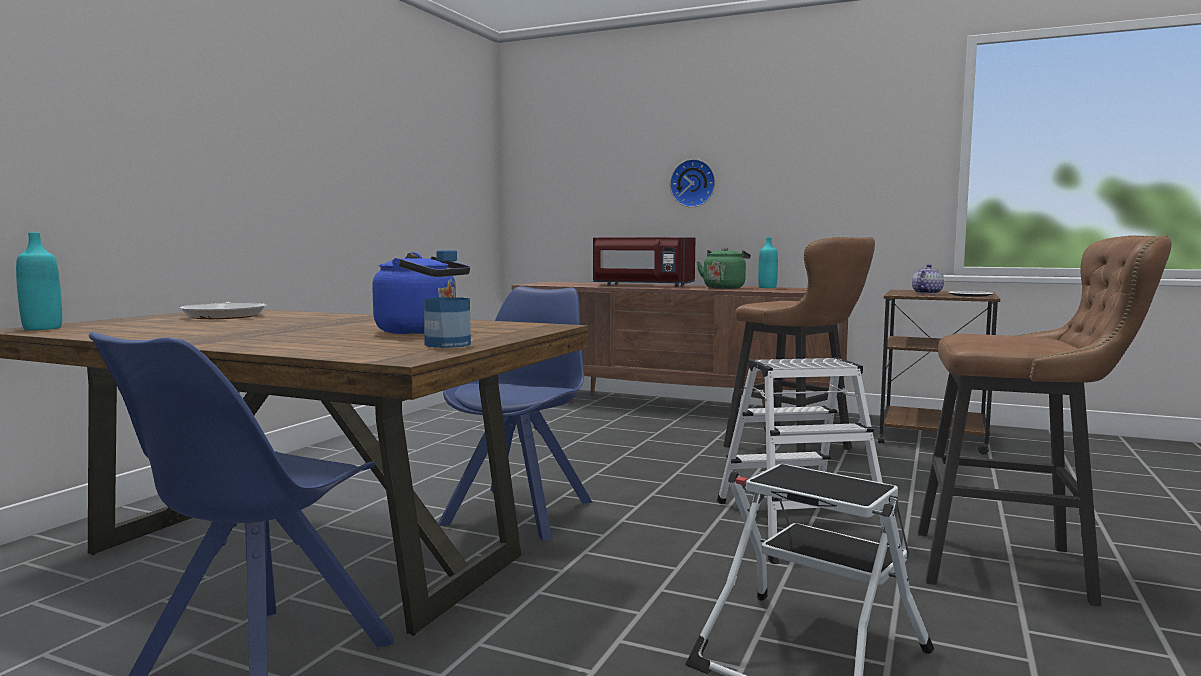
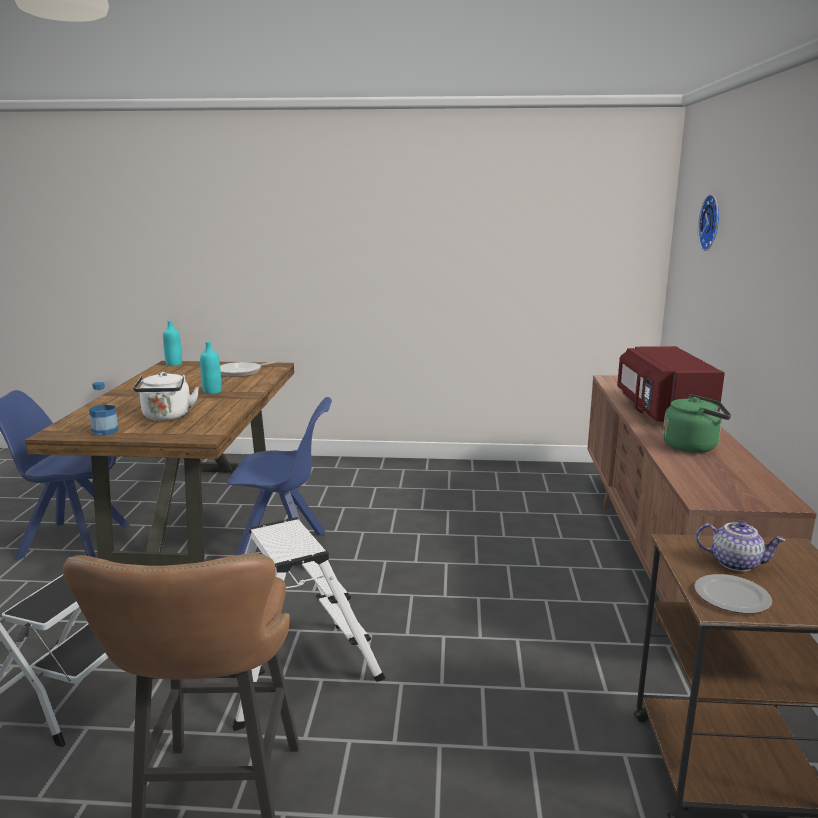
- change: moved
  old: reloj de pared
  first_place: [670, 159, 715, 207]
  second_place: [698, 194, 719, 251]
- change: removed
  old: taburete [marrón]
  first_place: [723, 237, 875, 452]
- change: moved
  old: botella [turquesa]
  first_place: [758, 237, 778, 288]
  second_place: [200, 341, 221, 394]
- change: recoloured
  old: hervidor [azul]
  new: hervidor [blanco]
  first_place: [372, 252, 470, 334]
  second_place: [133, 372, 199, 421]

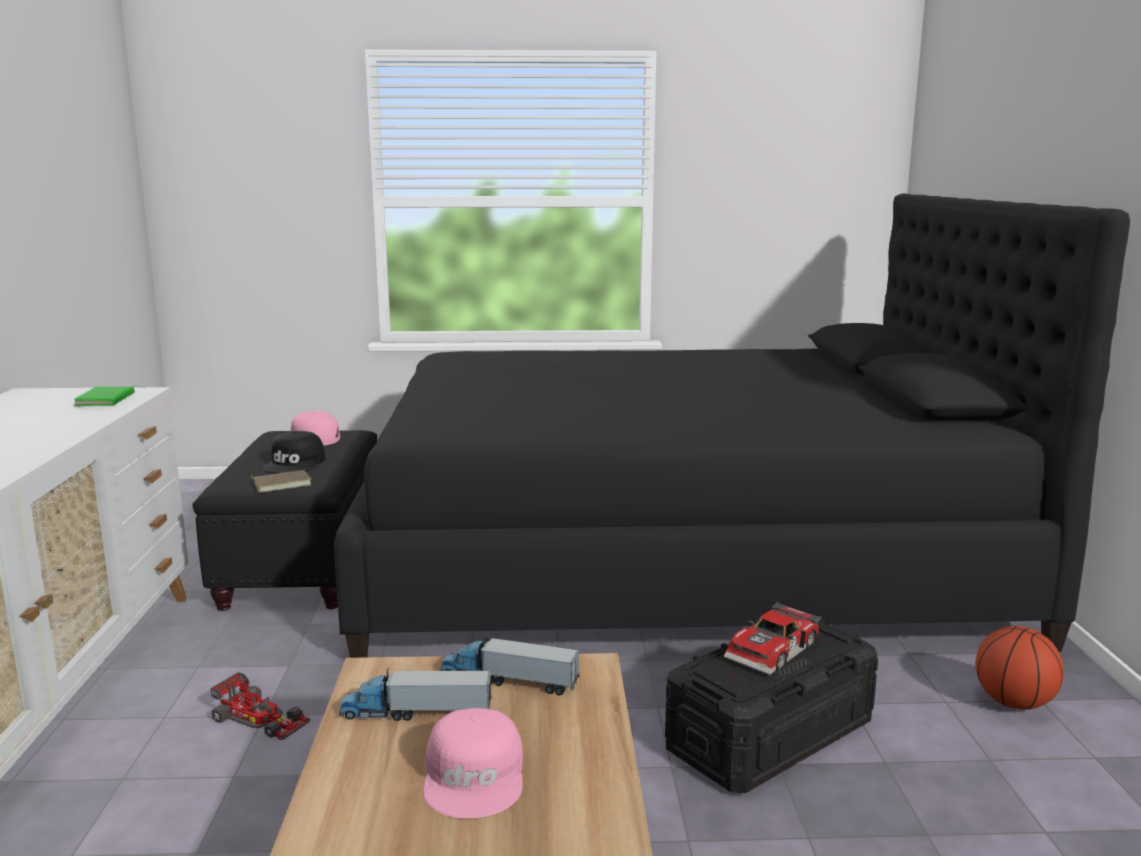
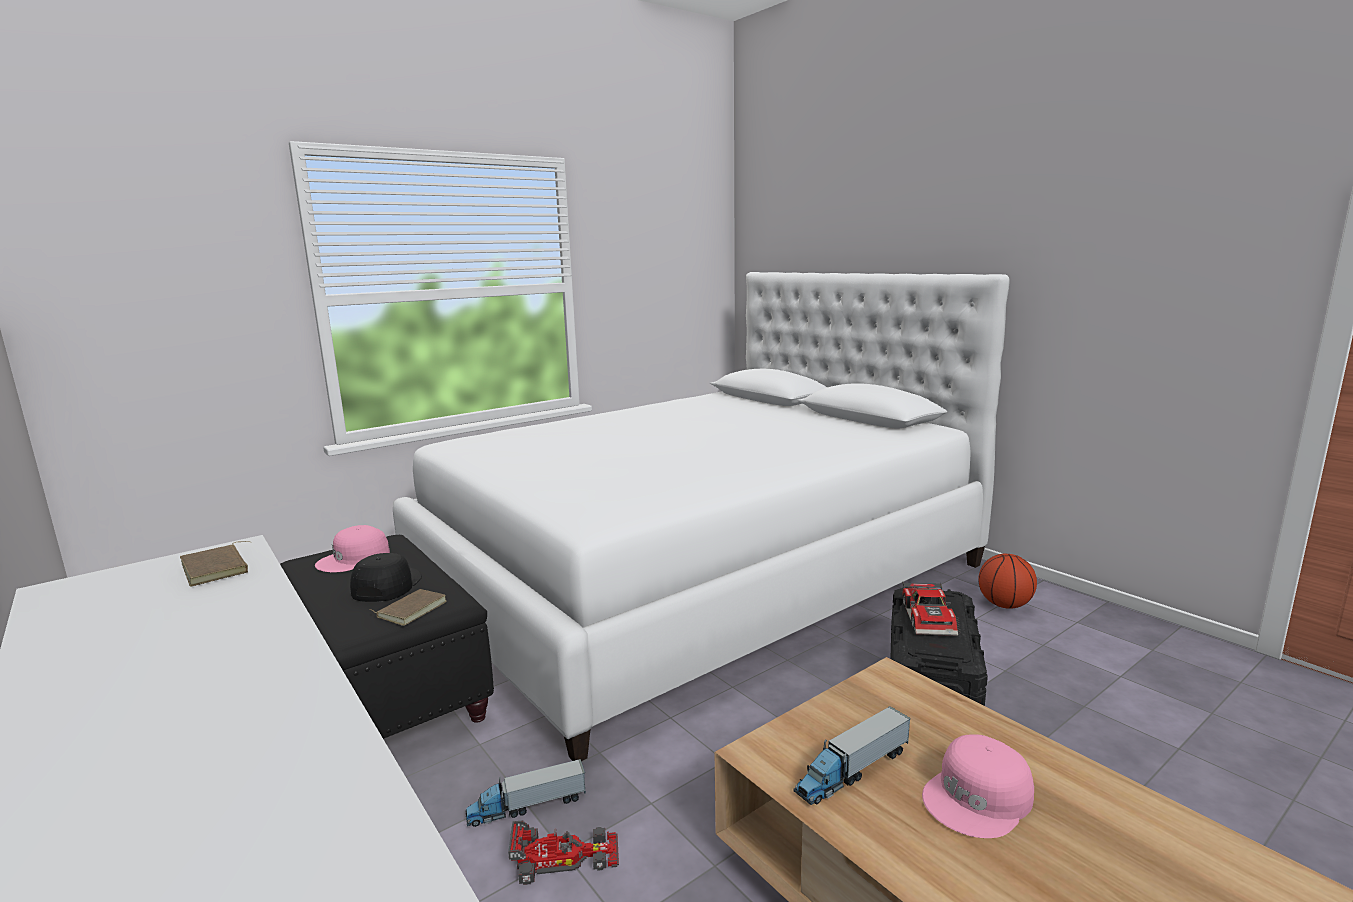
- change: recoloured
  old: cama [negro]
  new: cama [blanco]
  first_place: [334, 193, 1130, 658]
  second_place: [393, 272, 1010, 761]
- change: recoloured
  old: libro [verde]
  new: libro [marrón]
  first_place: [74, 385, 145, 406]
  second_place: [180, 541, 249, 587]
- change: turned
  old: gorra [negro]
  first_place: [262, 431, 325, 474]
  second_place: [350, 553, 422, 602]
  degrees: -150
- change: moved
  old: camión de juguete
  first_place: [439, 634, 580, 696]
  second_place: [465, 759, 586, 827]
- change: turned
  old: gorra [rosa]
  first_place: [423, 708, 523, 819]
  second_place: [922, 734, 1034, 838]
  degrees: 90

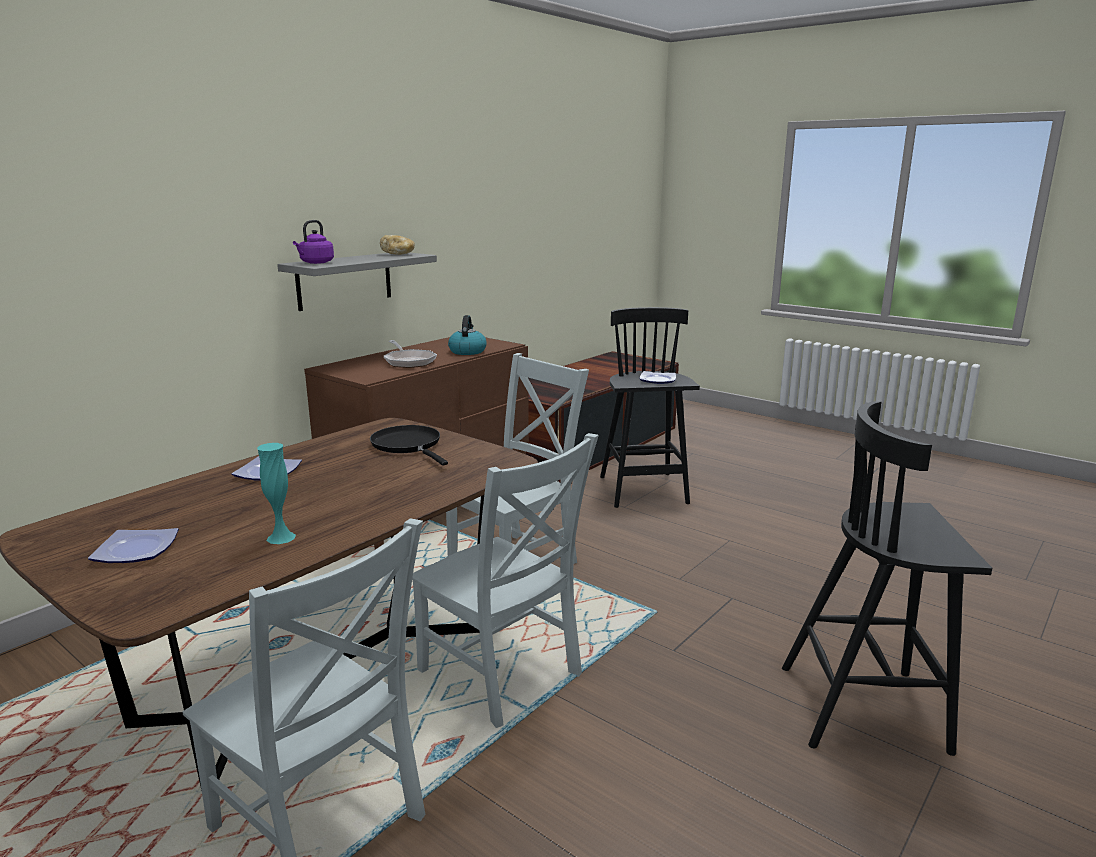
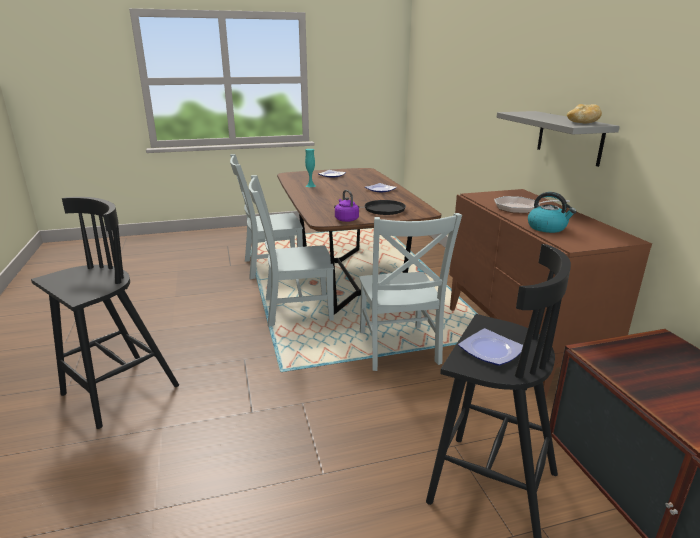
- change: moved
  old: hervidor [morado]
  first_place: [293, 220, 334, 264]
  second_place: [335, 190, 359, 222]

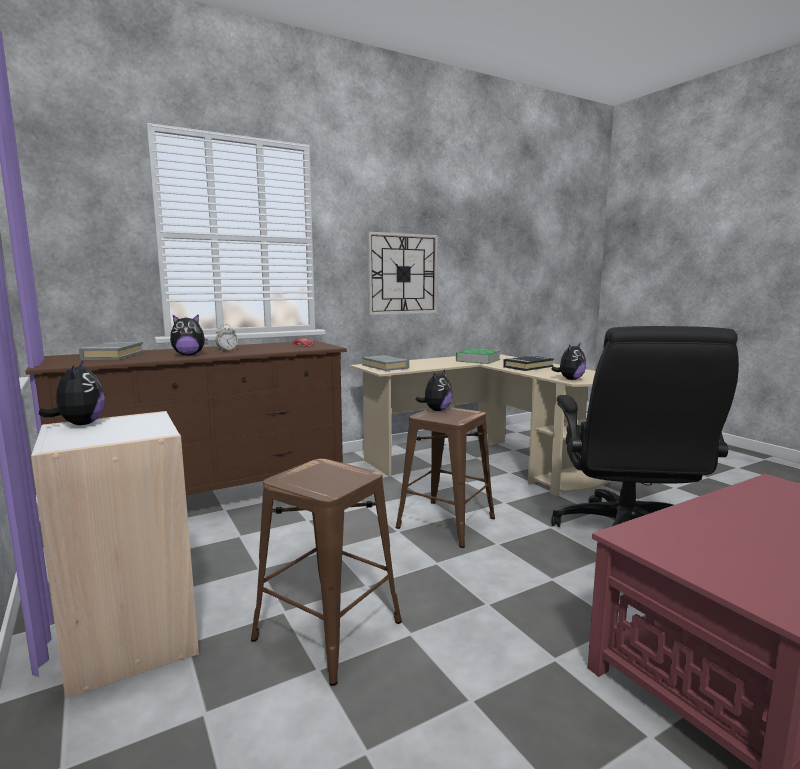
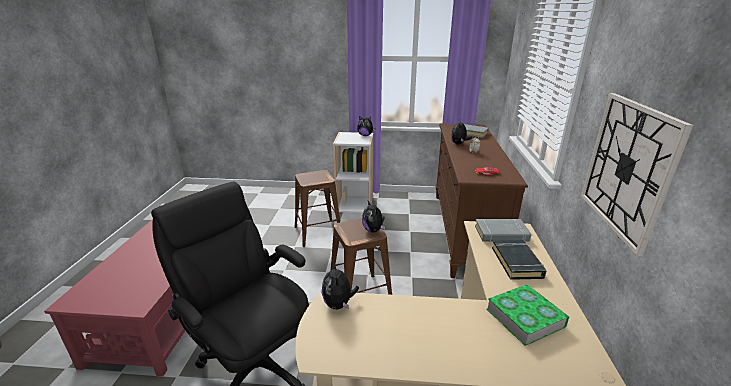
- change: moved
  old: libro [negro]
  first_place: [503, 356, 554, 371]
  second_place: [492, 240, 547, 280]

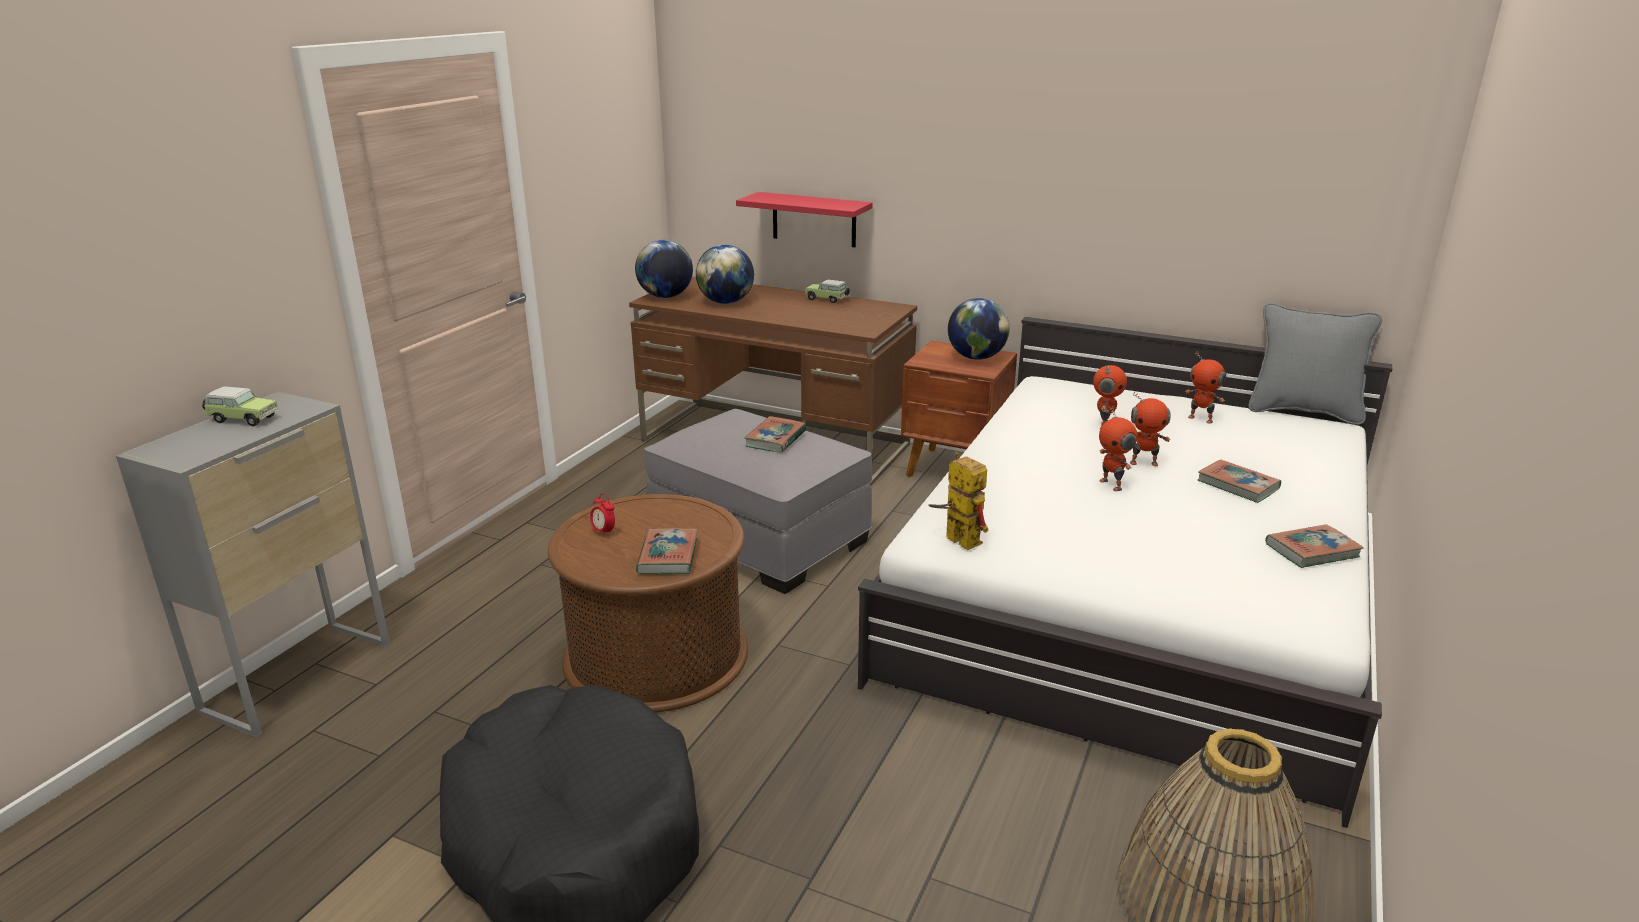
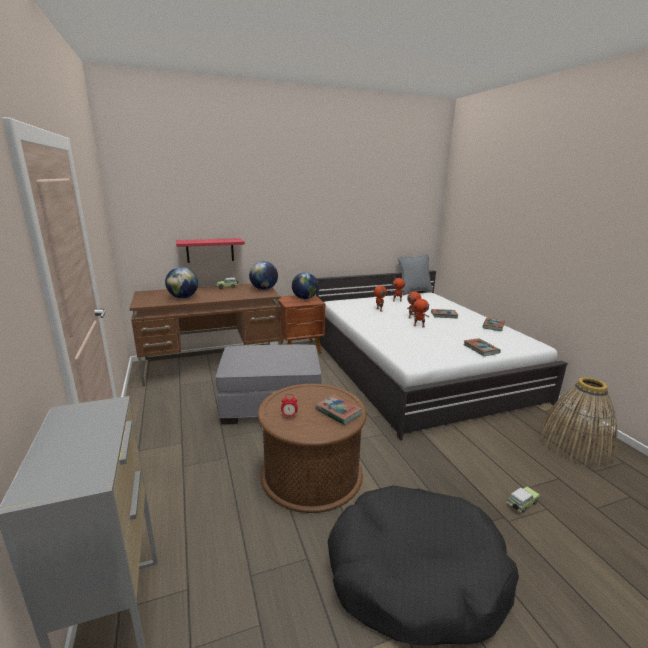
- change: moved
  old: globo terráqueo
  first_place: [635, 240, 693, 298]
  second_place: [249, 261, 278, 290]
- change: moved
  old: coche de juguete
  first_place: [202, 386, 278, 426]
  second_place: [507, 486, 540, 513]
- change: moved
  old: libro
  first_place: [745, 416, 807, 452]
  second_place: [463, 338, 501, 356]
- change: removed
  old: robot de juguete
  first_place: [928, 452, 989, 550]

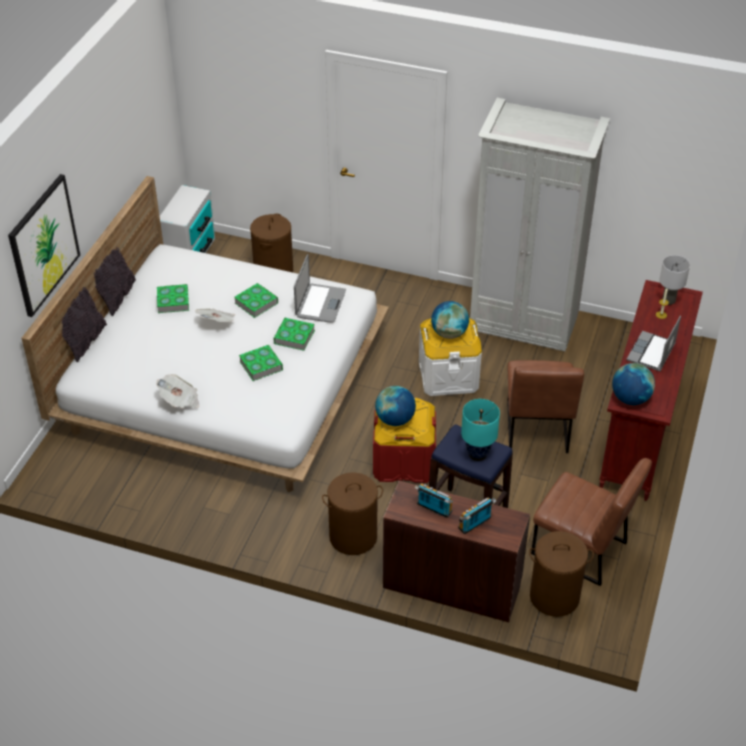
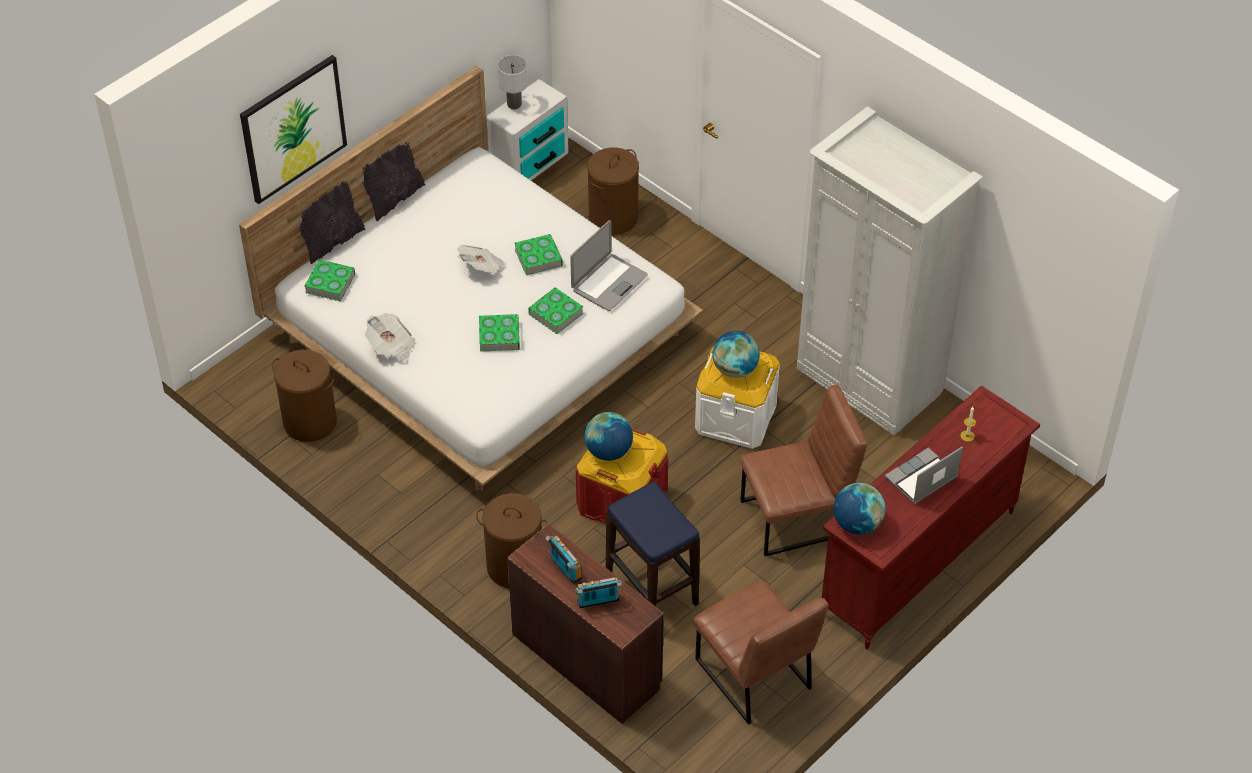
- change: moved
  old: lámpara de mesa [blanco]
  first_place: [659, 255, 690, 305]
  second_place: [498, 55, 528, 110]
- change: moved
  old: libro
  first_place: [157, 284, 189, 313]
  second_place: [304, 259, 355, 301]
- change: turned
  old: silla [marrón]
  first_place: [507, 360, 584, 453]
  second_place: [740, 384, 867, 556]
  degrees: -135
- change: removed
  old: lámpara de mesa [turquesa]
  first_place: [461, 399, 500, 461]
- change: moved
  old: cesto de la ropa [marrón]
  first_place: [529, 531, 594, 617]
  second_place: [272, 350, 337, 442]

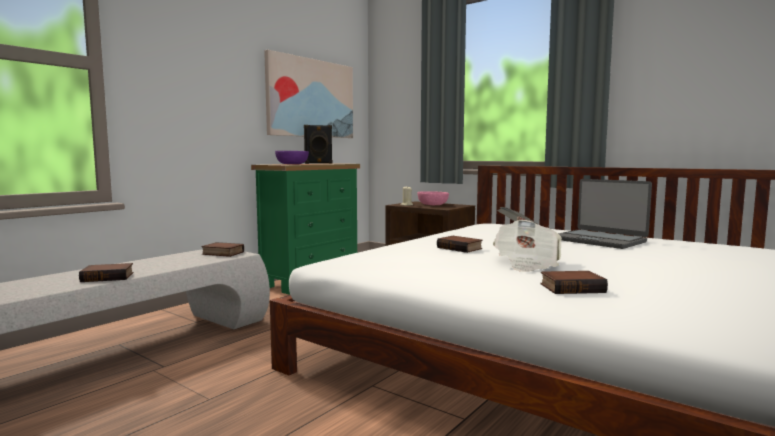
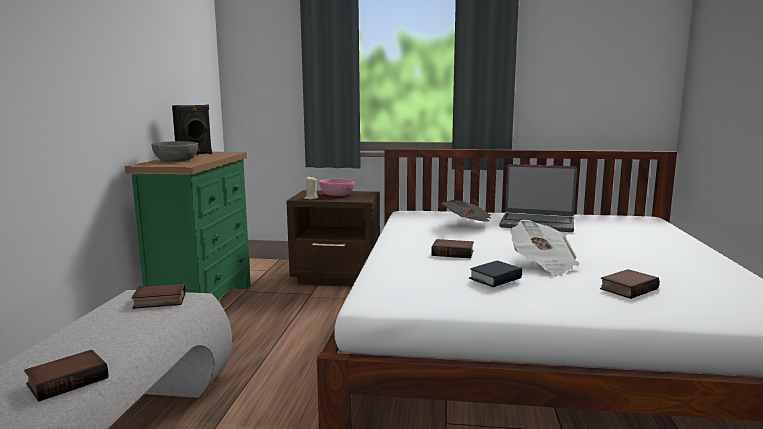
- change: removed
  old: cuadro
  first_place: [264, 50, 353, 138]
- change: recoloured
  old: cuenco [morado]
  new: cuenco [gris]
  first_place: [275, 151, 309, 164]
  second_place: [152, 141, 198, 162]
- change: added
  new: libro
  second_place: [469, 260, 522, 287]

